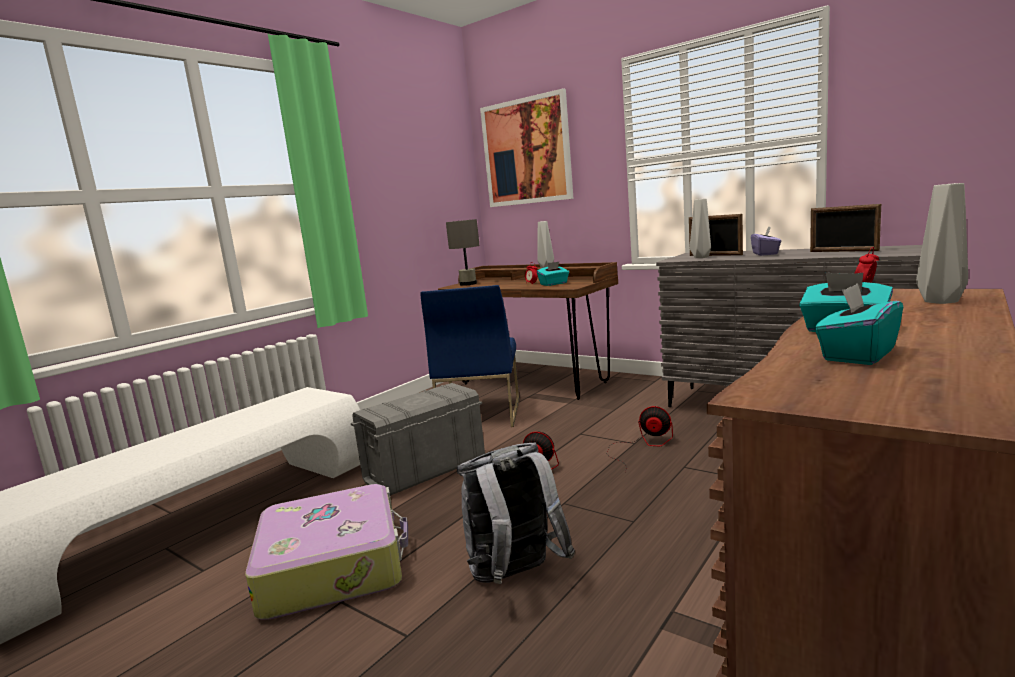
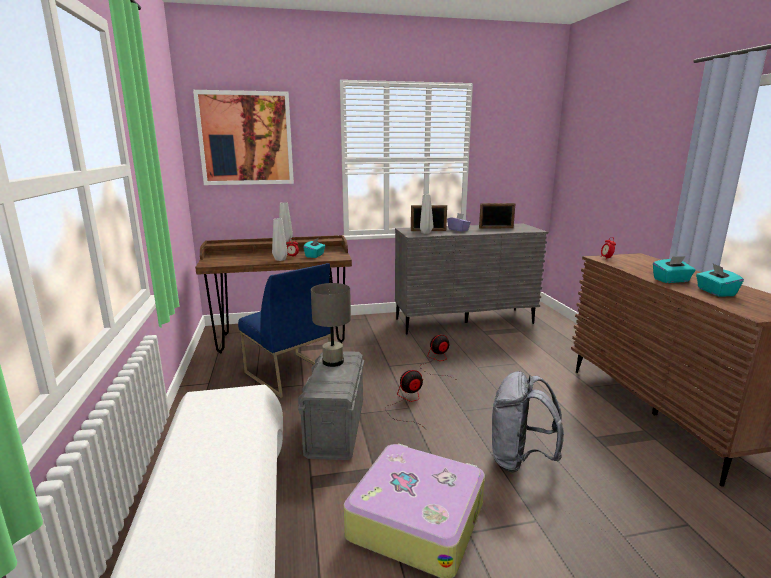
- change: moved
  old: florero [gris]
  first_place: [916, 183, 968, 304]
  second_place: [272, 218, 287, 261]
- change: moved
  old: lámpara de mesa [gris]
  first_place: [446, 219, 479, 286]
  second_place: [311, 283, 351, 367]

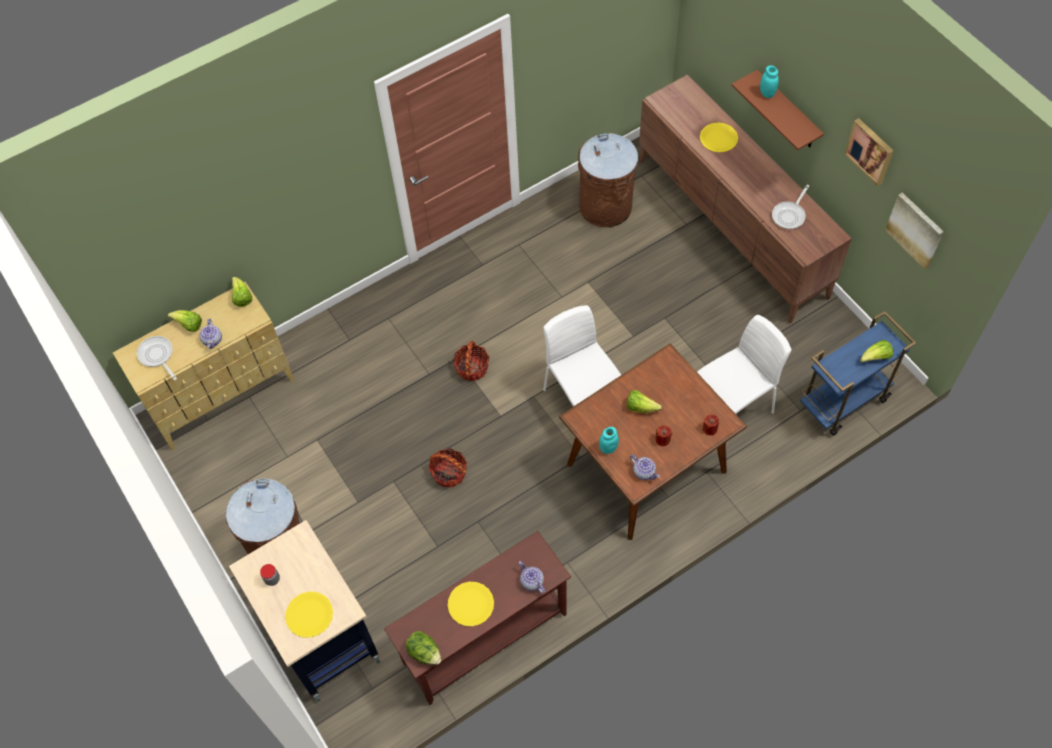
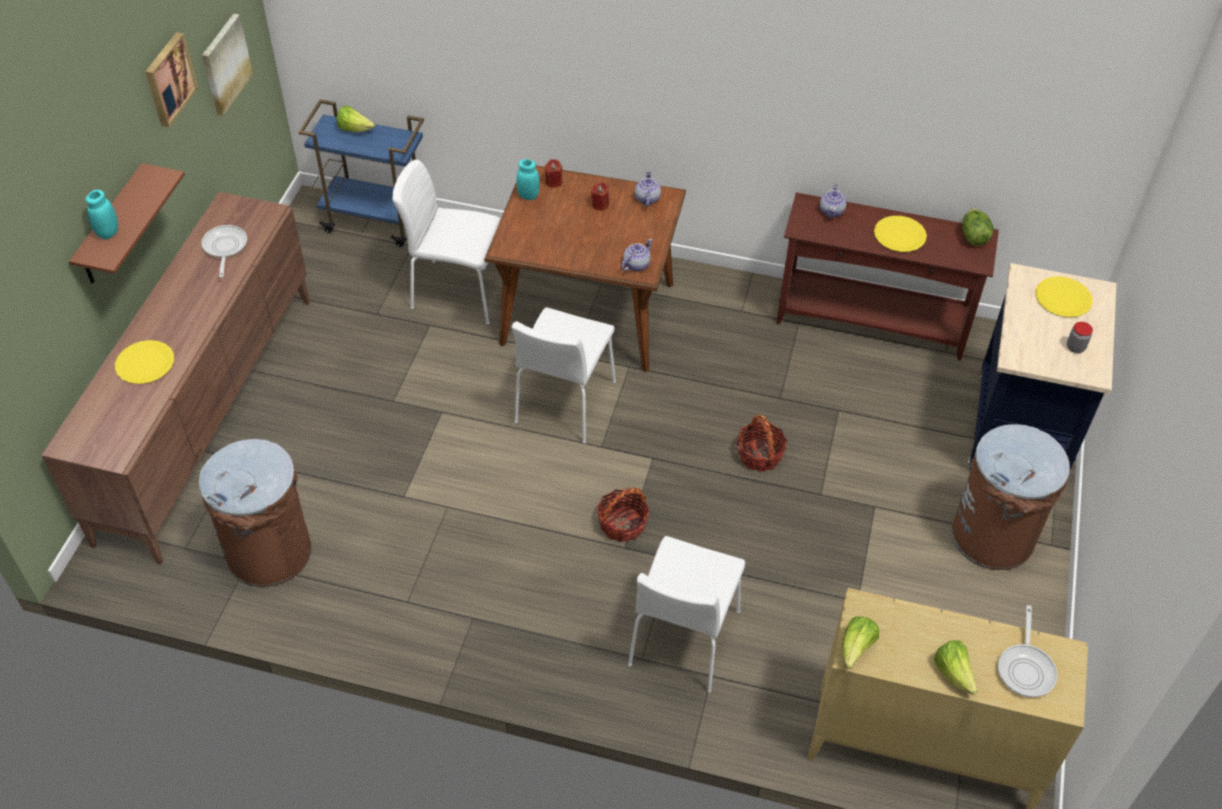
- change: turned
  old: sartén
  first_place: [772, 185, 809, 229]
  second_place: [201, 225, 247, 278]
  degrees: -90
- change: moved
  old: tetera
  first_place: [200, 319, 222, 349]
  second_place: [621, 239, 653, 271]
- change: removed
  old: lechuga
  first_place: [627, 390, 662, 413]
- change: moved
  old: tarro [turquesa]
  first_place: [599, 427, 619, 454]
  second_place: [517, 159, 539, 200]
- change: added
  new: silla [blanco]
  second_place: [628, 536, 745, 693]

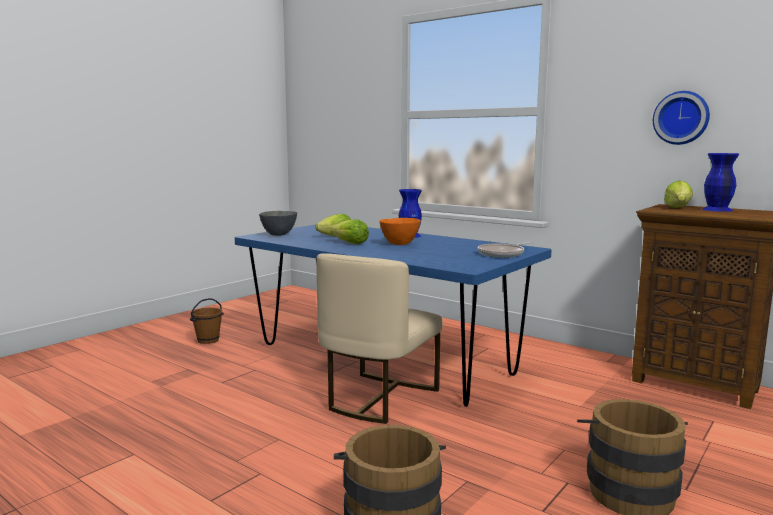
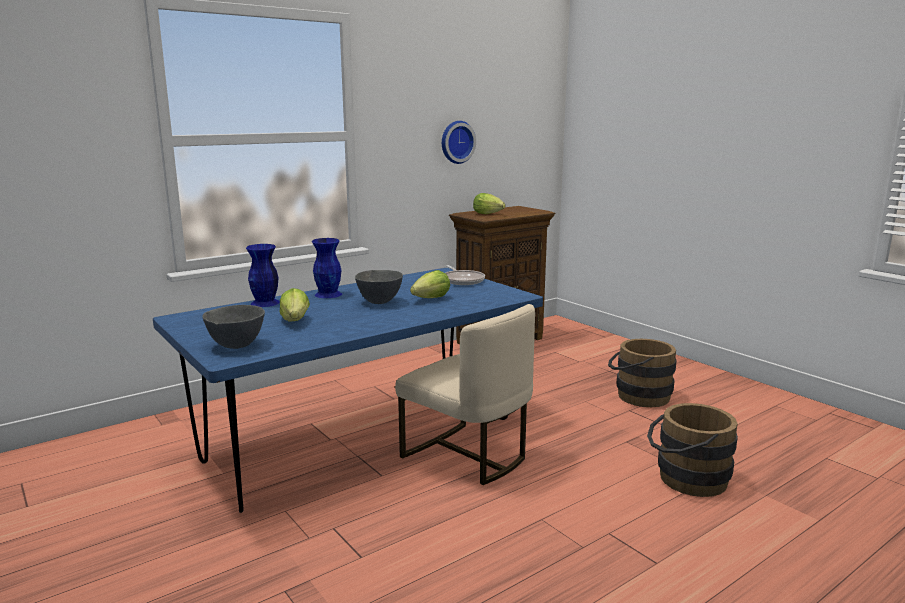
- change: moved
  old: florero [azul]
  first_place: [702, 153, 739, 212]
  second_place: [246, 244, 280, 307]
- change: recoloured
  old: cuenco [naranja]
  new: cuenco [gris]
  first_place: [379, 218, 421, 245]
  second_place: [355, 270, 403, 304]
- change: moved
  old: lechuga
  first_place: [331, 219, 369, 244]
  second_place: [410, 270, 450, 298]
- change: removed
  old: cubo [marrón]
  first_place: [190, 298, 224, 344]

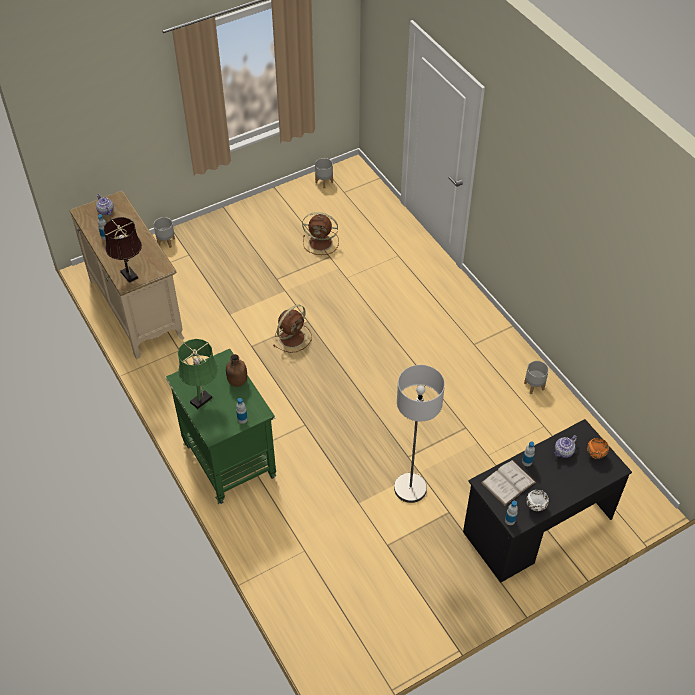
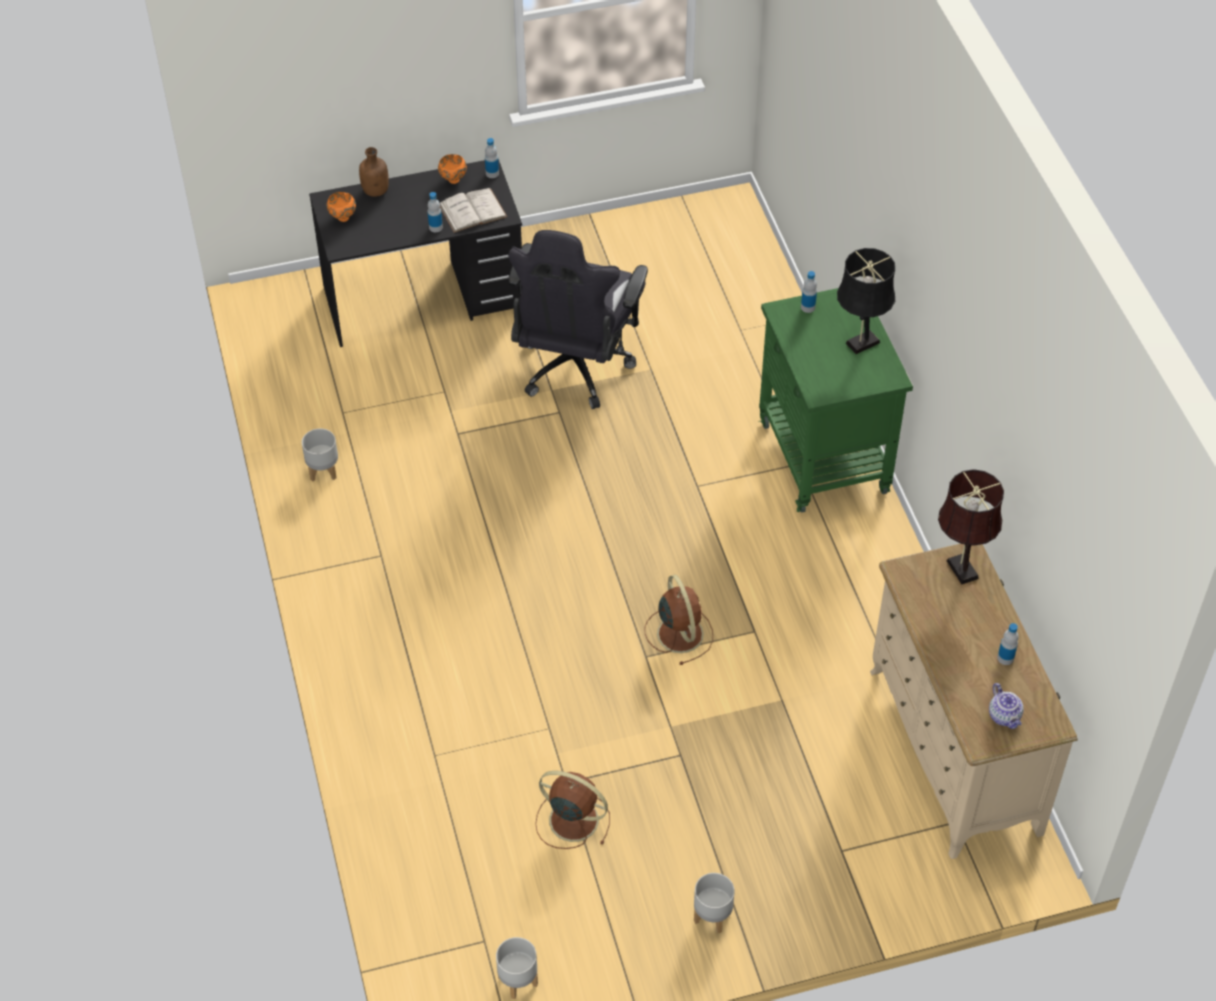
- change: moved
  old: maceta [gris]
  first_place: [154, 217, 175, 248]
  second_place: [694, 873, 734, 933]
- change: turned
  old: ventilador [marrón]
  first_place: [273, 305, 312, 353]
  second_place: [645, 575, 713, 665]
  degrees: 105
- change: recoloured
  old: lámpara de mesa [verde]
  new: lámpara de mesa [negro]
  first_place: [178, 339, 218, 409]
  second_place: [837, 248, 895, 354]
- change: moved
  old: botella [marrón]
  first_place: [226, 354, 247, 387]
  second_place: [359, 147, 389, 197]
- change: replaced
  old: lámpara de pie [gris]
  new: silla de oficina [negro]
  first_place: [394, 365, 445, 503]
  second_place: [508, 230, 648, 409]
- change: removed
  old: tetera
  first_place: [554, 435, 577, 458]
- change: recoloured
  old: cuenco [blanco]
  new: cuenco [naranja]
  first_place: [526, 490, 549, 511]
  second_place: [438, 154, 467, 184]

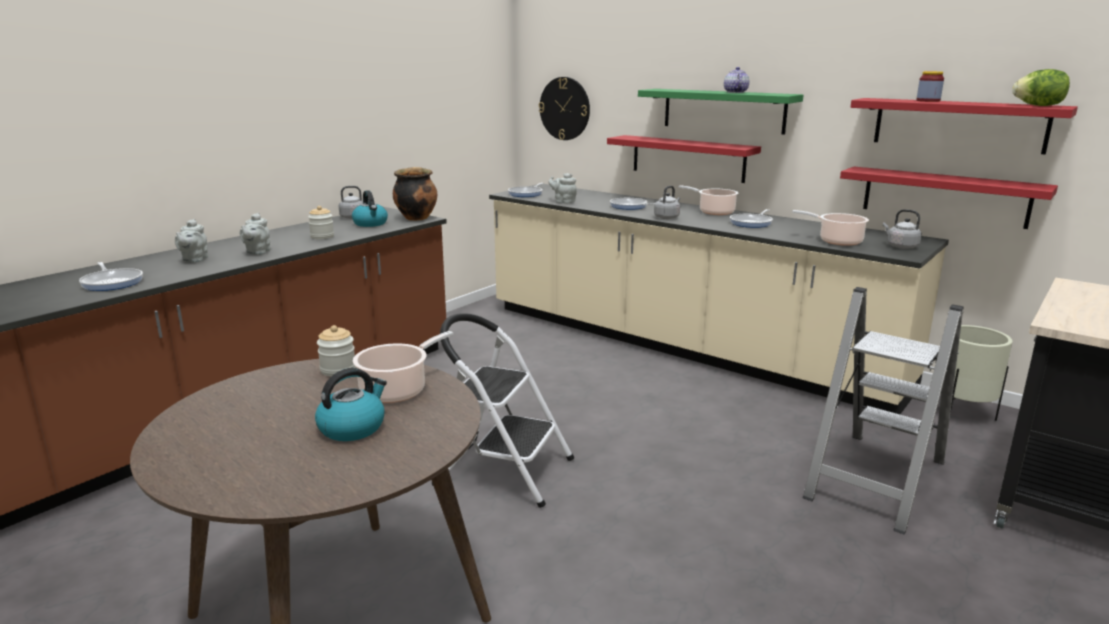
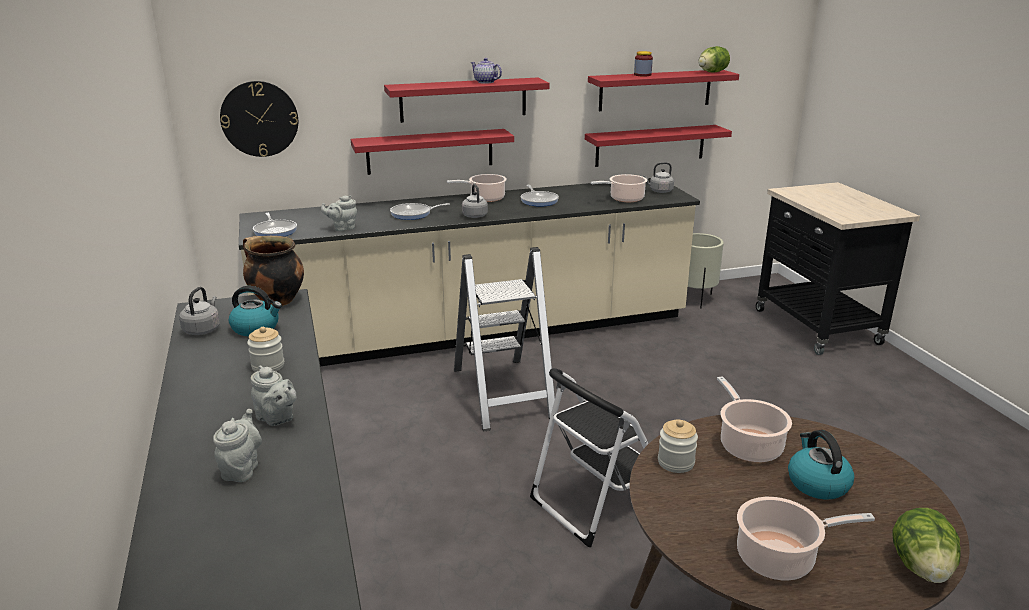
- change: recoloured
  old: estante [verde]
  new: estante [rojo]
  first_place: [638, 89, 804, 135]
  second_place: [384, 77, 549, 123]
- change: turned
  old: tetera [gris]
  first_place: [175, 219, 208, 263]
  second_place: [213, 409, 262, 482]
  degrees: -120
- change: removed
  old: sartén
  first_place: [79, 262, 143, 291]
- change: moved
  old: escalera de tijera [gris]
  first_place: [803, 287, 963, 534]
  second_place: [454, 247, 555, 432]
- change: added
  new: olla
  second_place: [737, 497, 875, 580]
- change: added
  new: lechuga
  second_place: [893, 508, 961, 583]

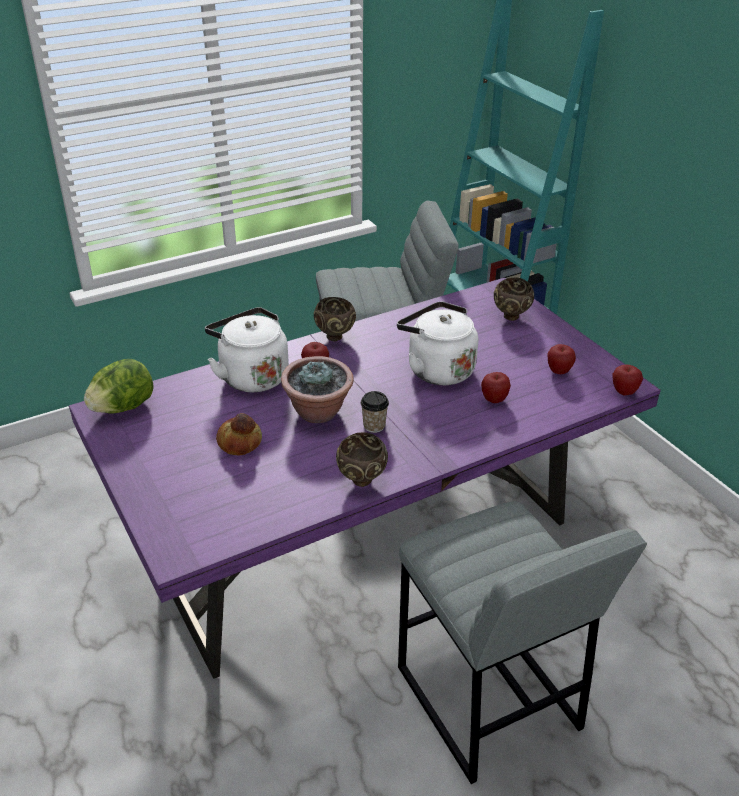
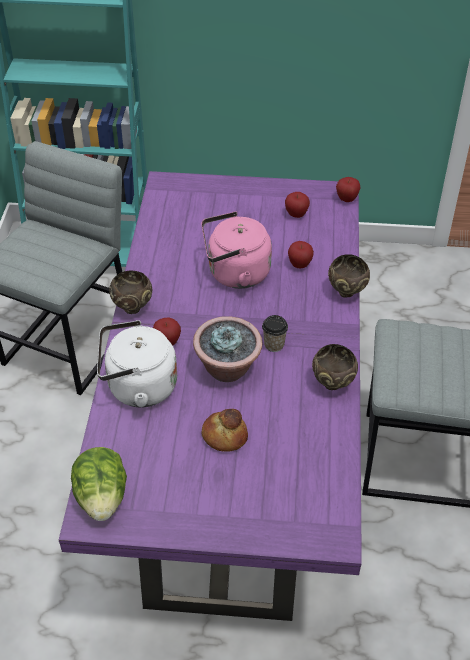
- change: moved
  old: cuenco [marrón]
  first_place: [494, 277, 534, 321]
  second_place: [328, 254, 370, 298]
- change: recoloured
  old: hervidor [blanco]
  new: hervidor [rosa]
  first_place: [397, 301, 478, 385]
  second_place: [201, 211, 272, 289]

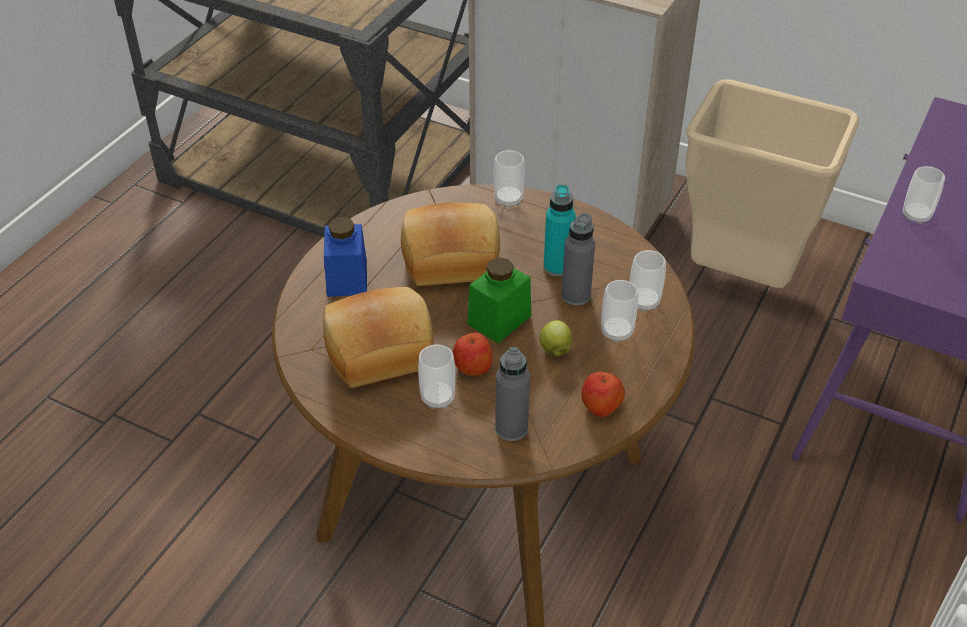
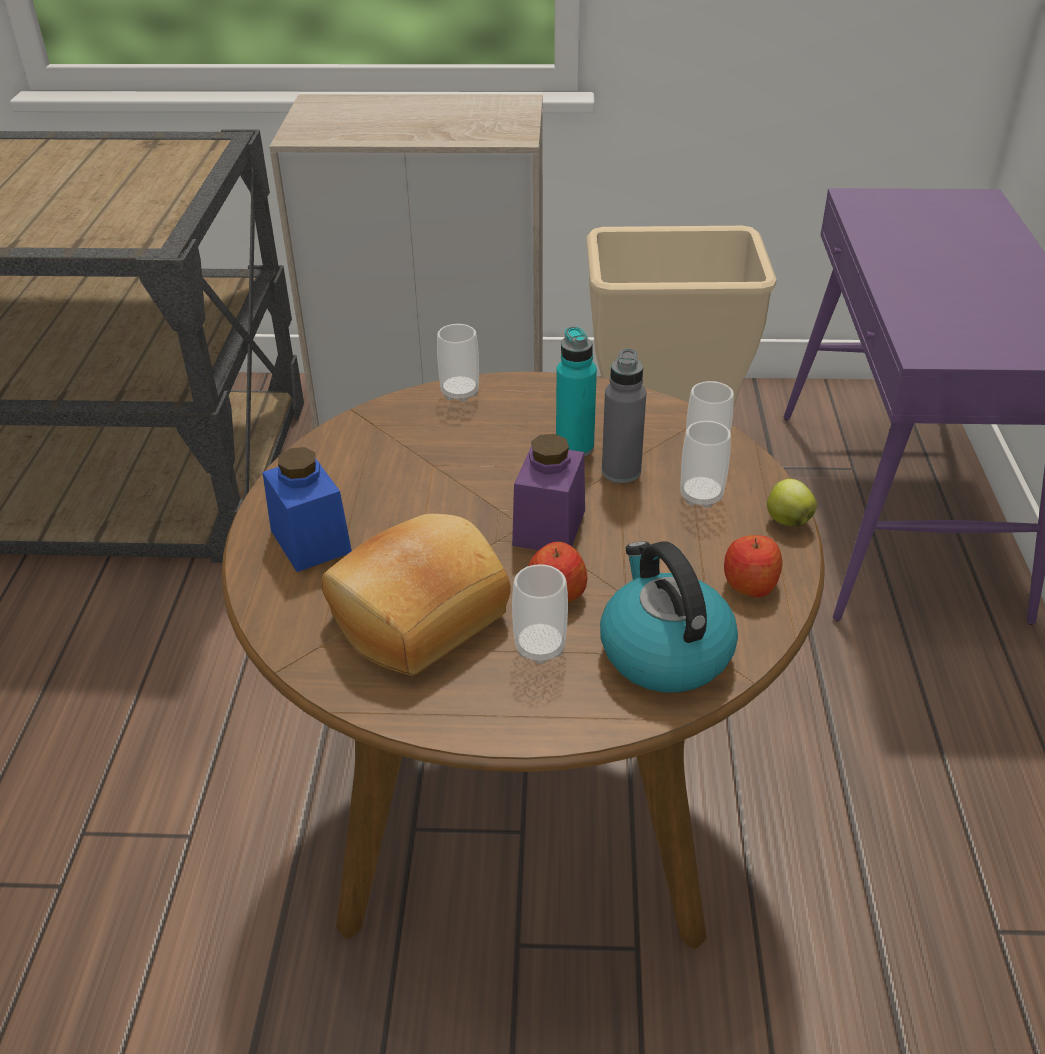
- change: removed
  old: taza
  first_place: [903, 166, 945, 224]
- change: removed
  old: pan
  first_place: [401, 203, 500, 286]
- change: recoloured
  old: tarro [verde]
  new: tarro [morado]
  first_place: [467, 257, 531, 344]
  second_place: [512, 434, 585, 550]
- change: moved
  old: manzana
  first_place: [539, 320, 572, 356]
  second_place: [767, 479, 817, 527]
- change: replaced
  old: botella [gris]
  new: hervidor
  first_place: [495, 347, 530, 441]
  second_place: [600, 541, 738, 693]

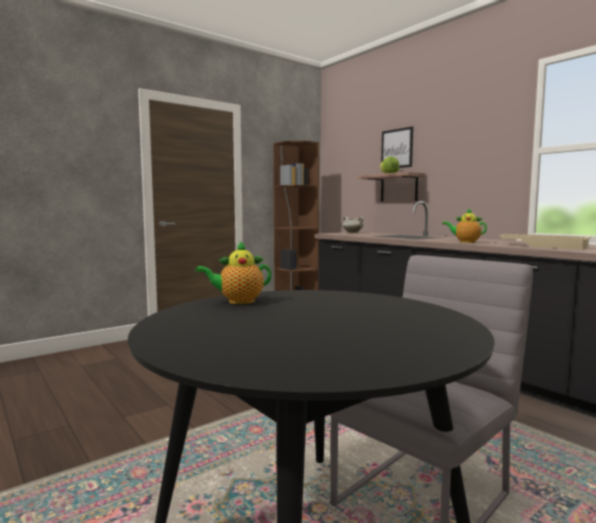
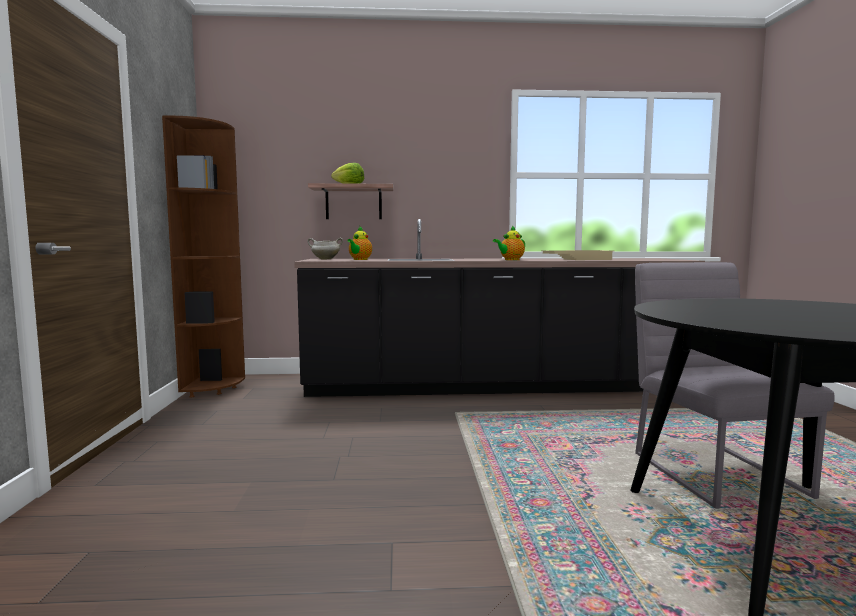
- change: removed
  old: cuadro
  first_place: [381, 126, 413, 168]
- change: moved
  old: tetera
  first_place: [195, 241, 272, 304]
  second_place: [347, 226, 372, 260]

